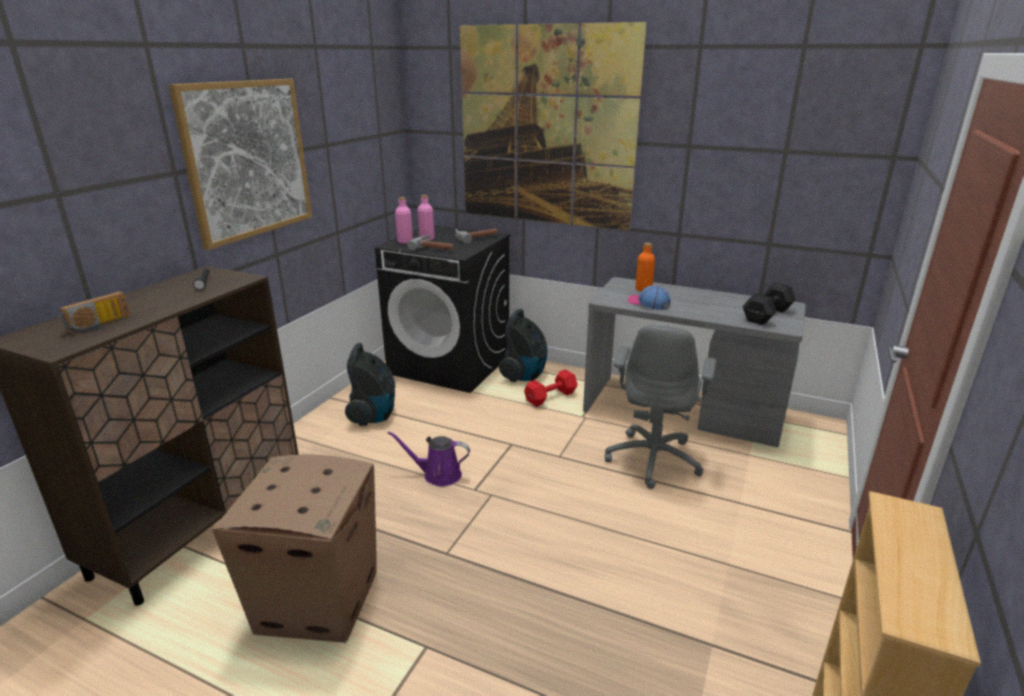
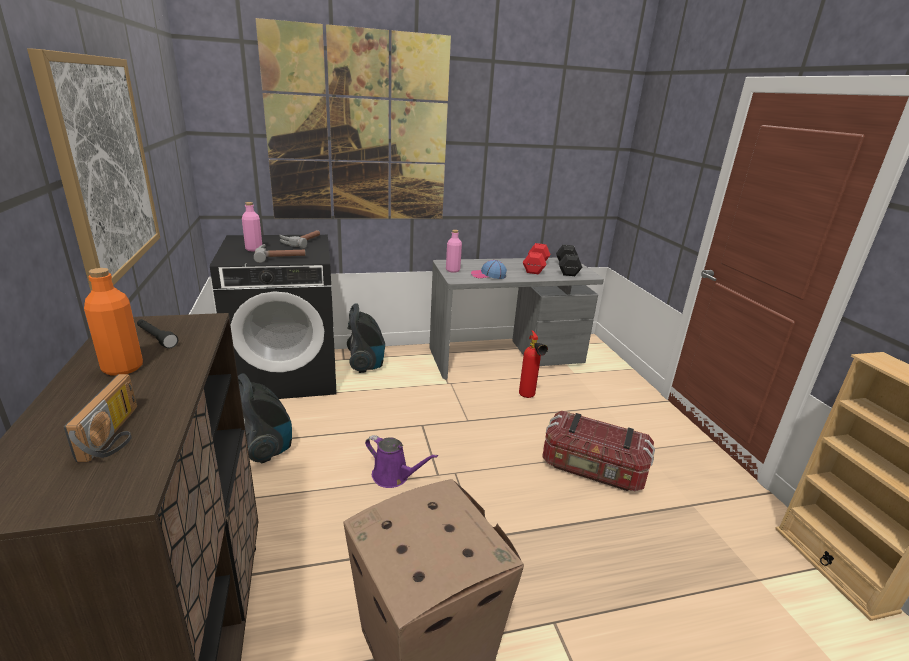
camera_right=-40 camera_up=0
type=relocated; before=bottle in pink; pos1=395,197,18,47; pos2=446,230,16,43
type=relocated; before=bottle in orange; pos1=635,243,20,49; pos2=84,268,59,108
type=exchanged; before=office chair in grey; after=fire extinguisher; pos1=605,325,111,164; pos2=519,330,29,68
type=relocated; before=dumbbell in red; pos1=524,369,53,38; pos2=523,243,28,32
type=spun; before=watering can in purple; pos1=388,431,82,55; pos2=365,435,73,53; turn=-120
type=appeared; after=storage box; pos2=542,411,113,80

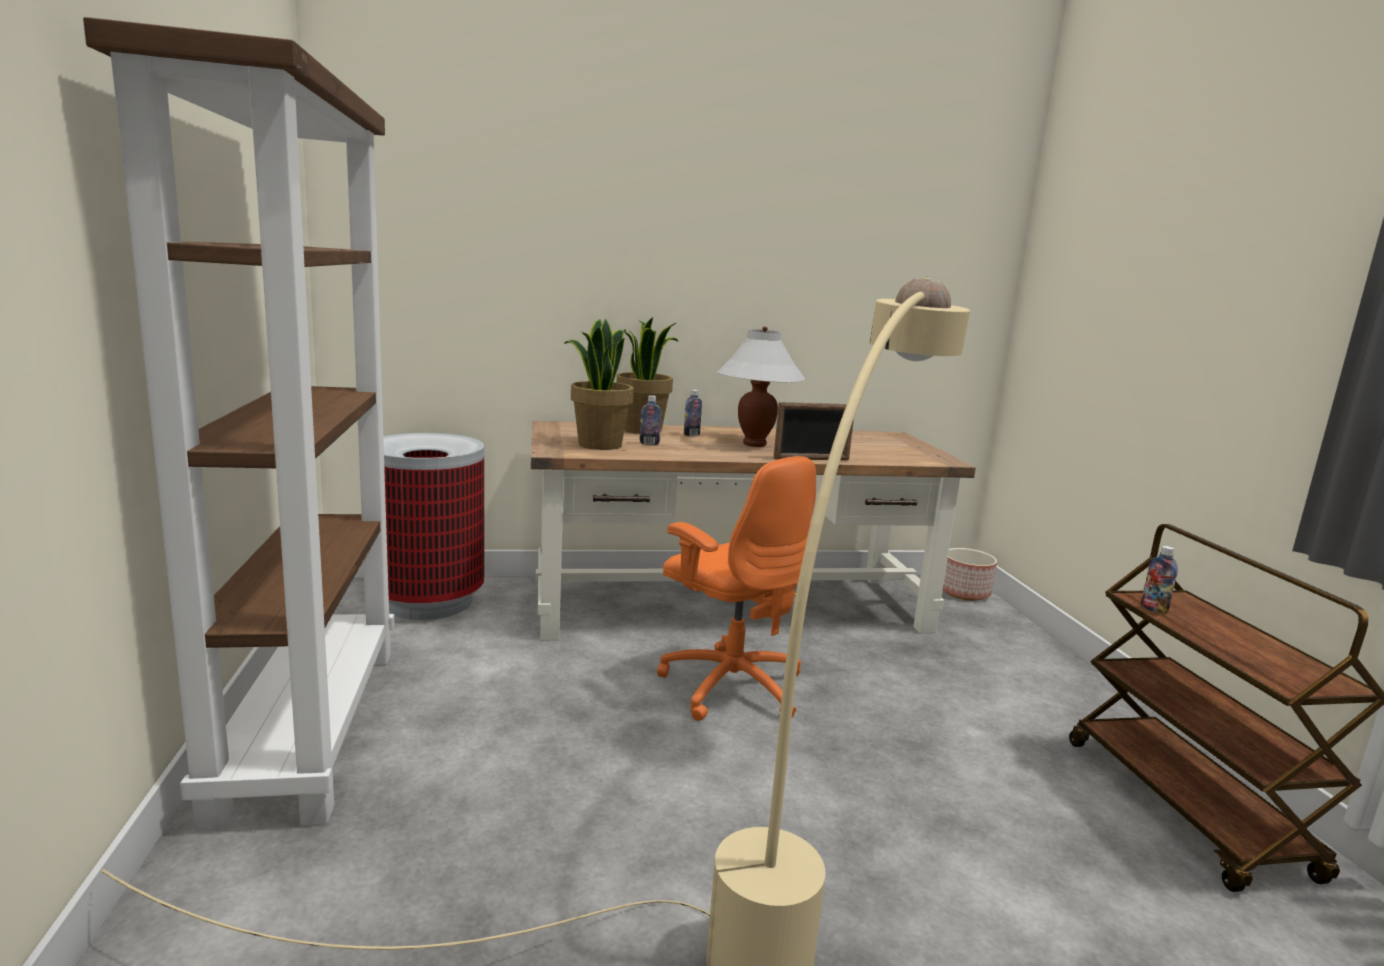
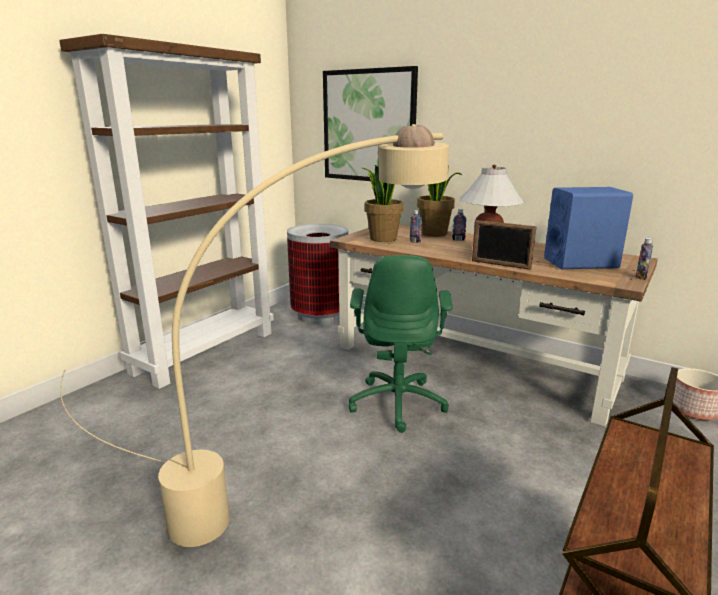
camera_right=45 camera_up=5
type=colour; before=office chair in orange; after=office chair in green; pos1=657,456,159,265; pos2=349,255,103,178
type=relocated; before=bottle; pos1=1141,546,37,68; pos2=636,238,17,42
type=appeared; after=picture; pos2=323,66,95,115
type=appeared; after=speaker in blue; pos2=544,187,89,82

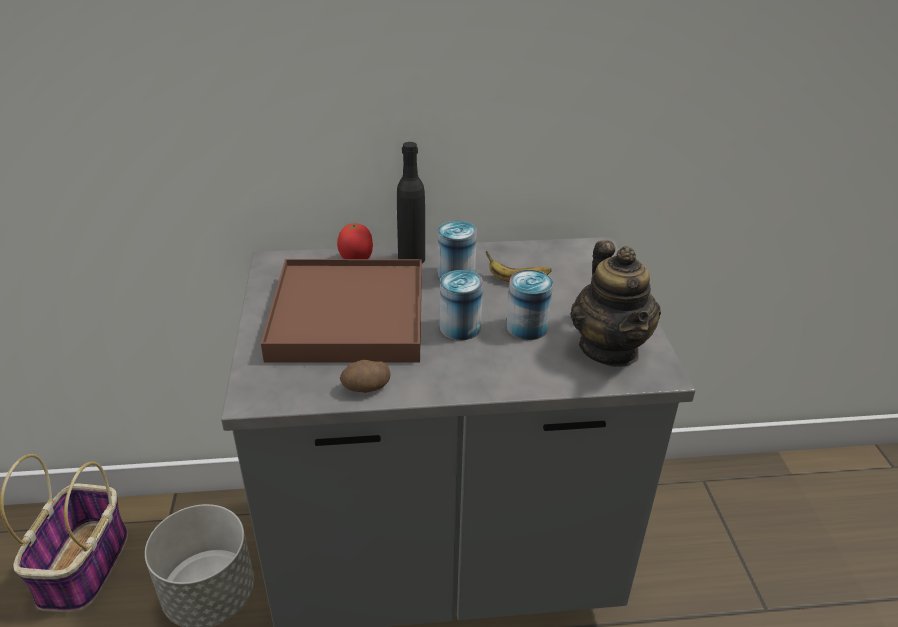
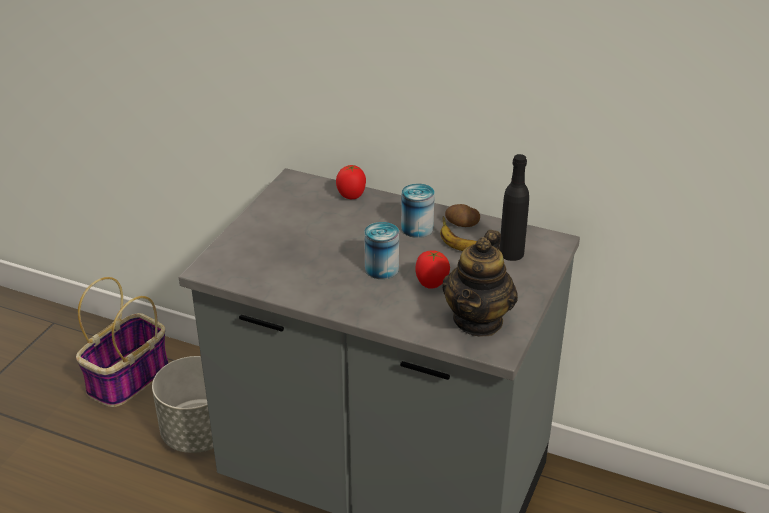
camera_right=30 camera_up=0
type=relocated; before=bottle in black; pos1=397,142,28,121; pos2=500,154,29,107
type=missing; before=tray in brown; pos1=261,259,161,104
type=exchanged; before=can; after=tomato; pos1=506,270,47,70; pos2=416,250,34,39
type=relocated; before=potato; pos1=340,360,51,33; pos2=445,204,35,23

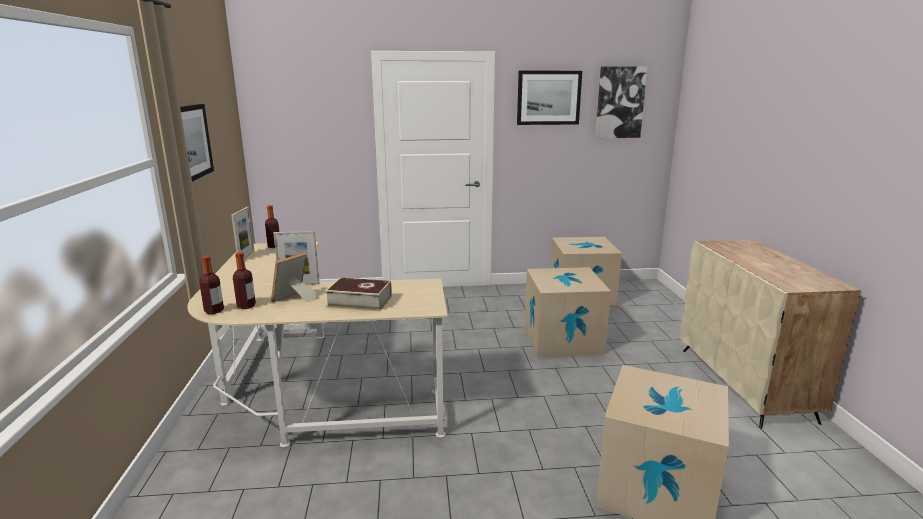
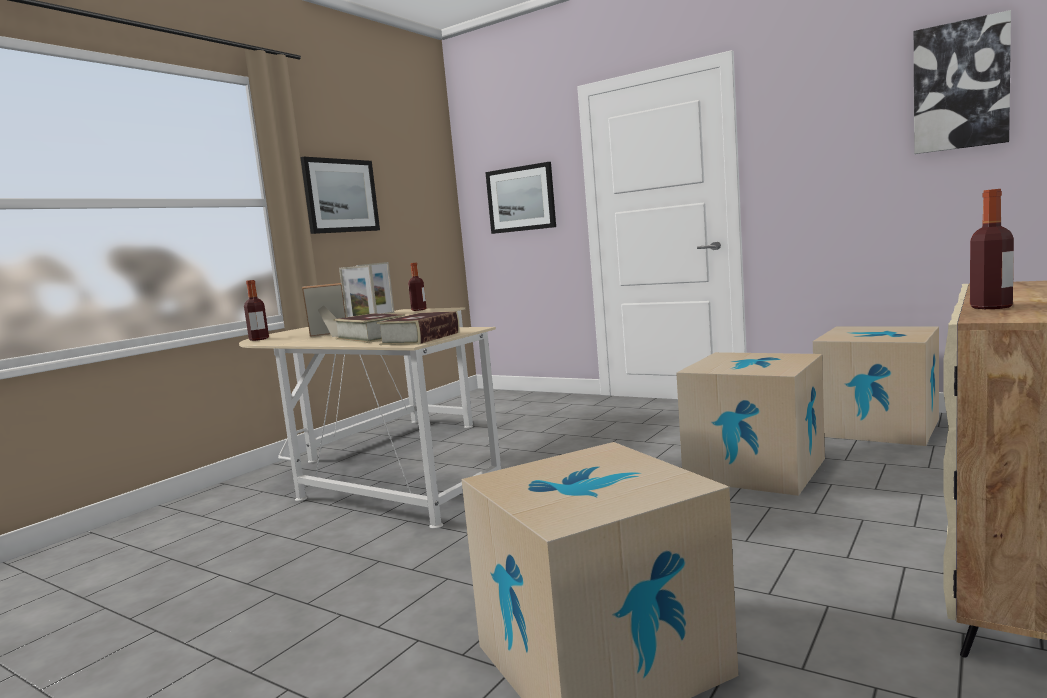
camera_right=40 camera_up=-10
type=relocated; before=picture; pos1=517,71,65,54; pos2=485,162,71,72
type=relocated; before=bottle; pos1=233,252,23,57; pos2=970,189,44,120
type=appeared; after=book; pos2=377,311,83,34

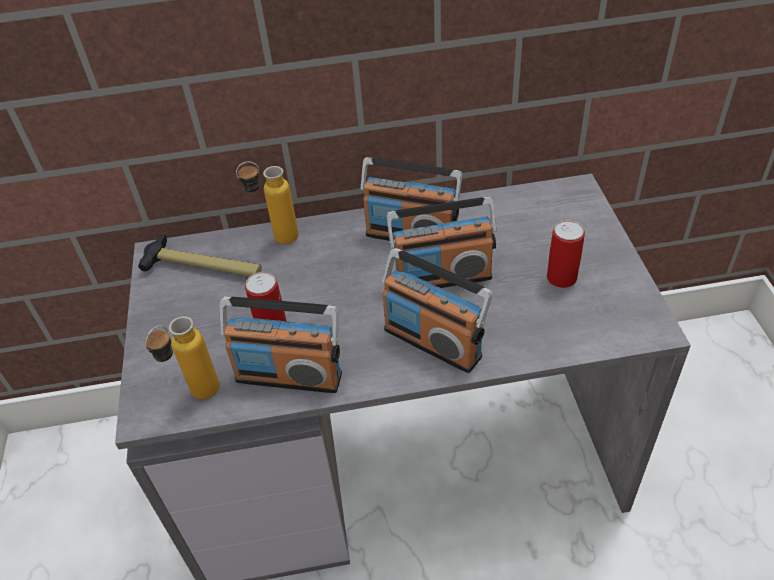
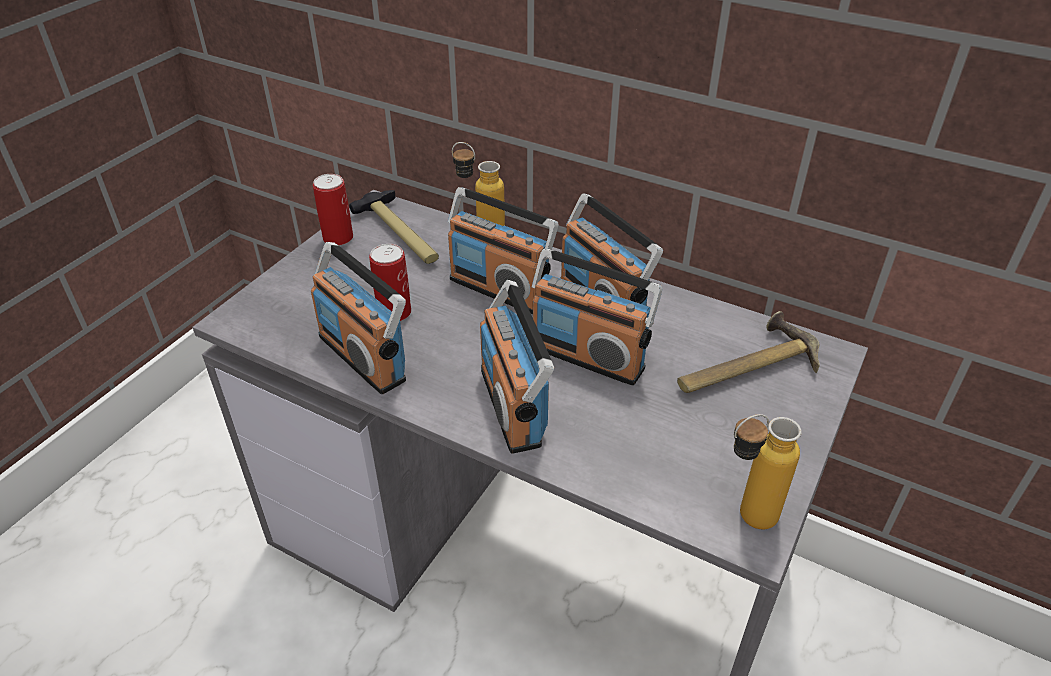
camera_right=35 camera_up=-5
type=relocated; before=can; pos1=547,220,38,68; pos2=313,174,40,72
type=relocated; before=bottle; pos1=145,316,75,84; pos2=734,414,68,115
type=appeared; after=radio; pos2=448,187,110,128
type=appeared; after=hammer; pos2=677,311,143,82

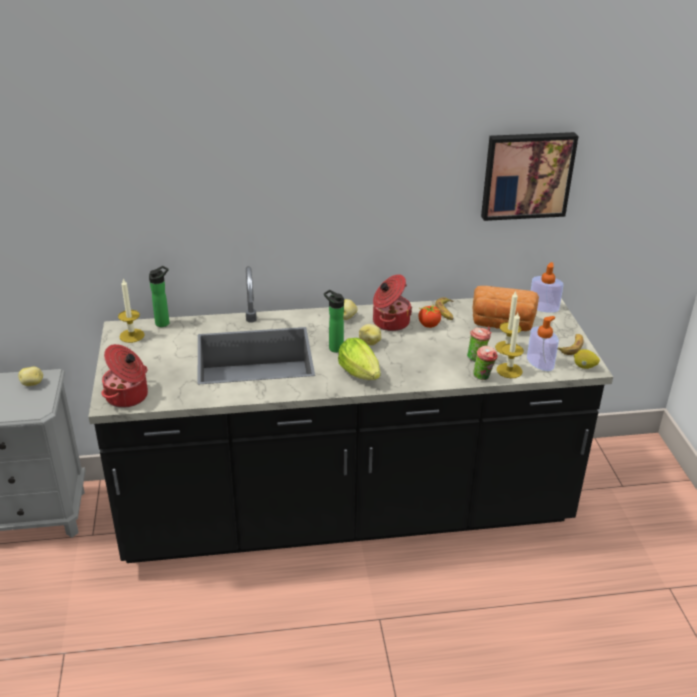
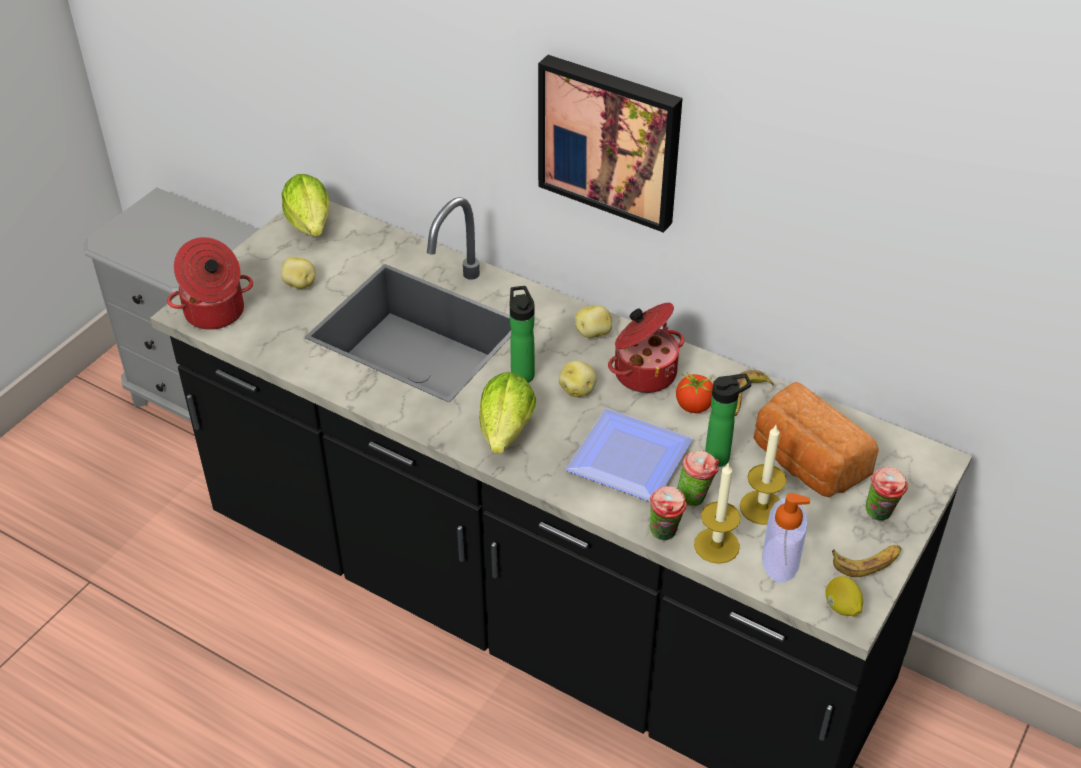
camera_right=40 camera_up=10
type=relocated; before=picture; pos1=481,132,98,89; pos2=538,55,145,178
type=missing; before=soap dispenser; pos1=531,262,32,51
type=relocated; before=bottle; pos1=149,266,20,61; pos2=705,373,46,94
type=exchanged; before=candle; after=lettuce; pos1=118,279,27,64; pos2=281,174,49,63
type=relocated; before=potato; pos1=18,367,25,19; pos2=281,257,34,32
type=appeared; after=plate; pos2=566,408,126,94
type=appeared; after=cup; pos2=865,467,43,54

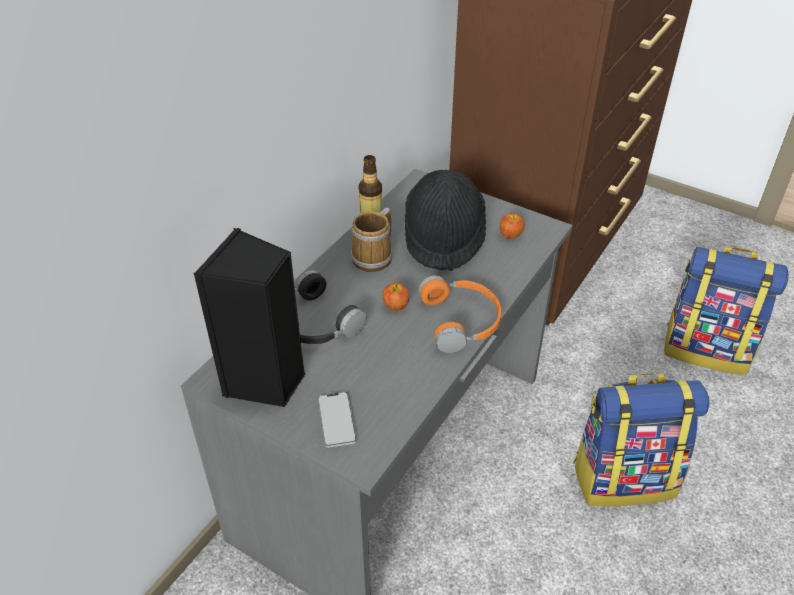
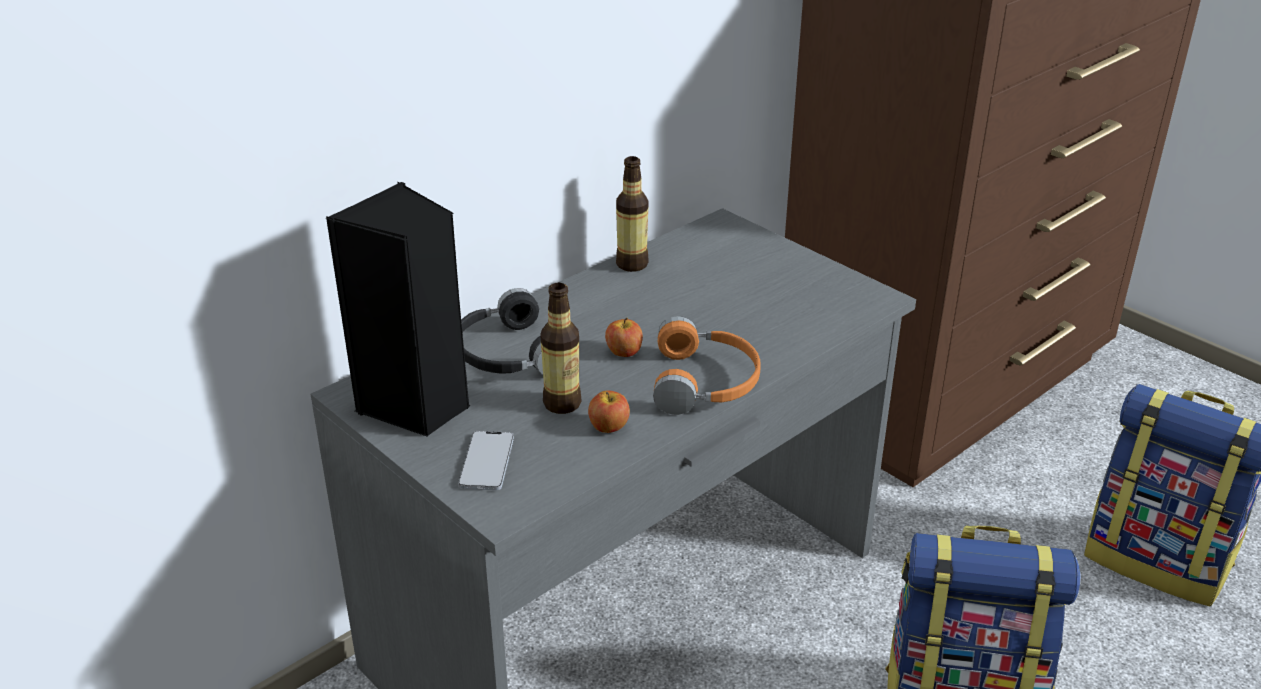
camera_right=15 camera_up=-10
type=missing; before=hat in black; pos1=405,169,81,102
type=missing; before=mug; pos1=351,208,41,64
type=relocated; before=apple; pos1=500,213,25,26; pos2=588,390,42,43
type=appeared; after=bottle; pos2=540,283,42,131

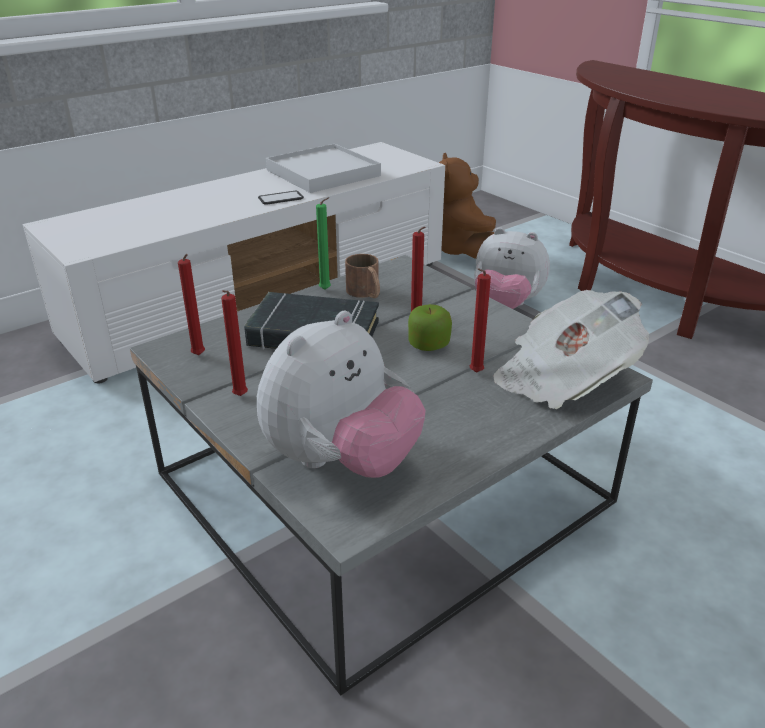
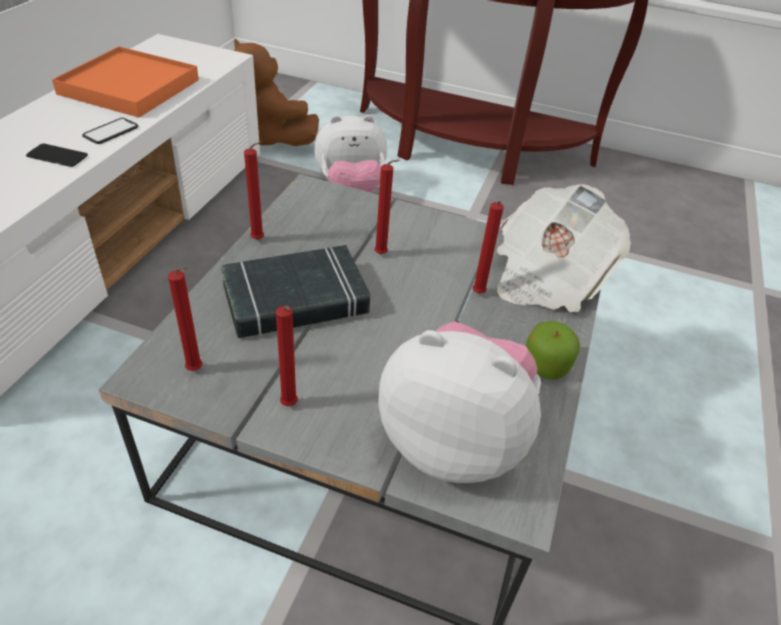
camera_right=-35 camera_up=10
type=colour; before=tray in white; after=tray in orange; pos1=266,144,115,49; pos2=52,46,147,72
type=colour; before=candle in green; after=candle in red; pos1=316,197,15,93; pos2=244,141,20,99
type=missing; before=mug in brown; pos1=345,254,35,44
type=relocated; before=apple; pos1=408,304,44,47; pos2=526,321,54,58
type=spun; before=plush toy; pos1=257,311,169,167; pos2=378,321,163,162; turn=-75
type=appeared; after=phone; pos2=26,144,62,23

